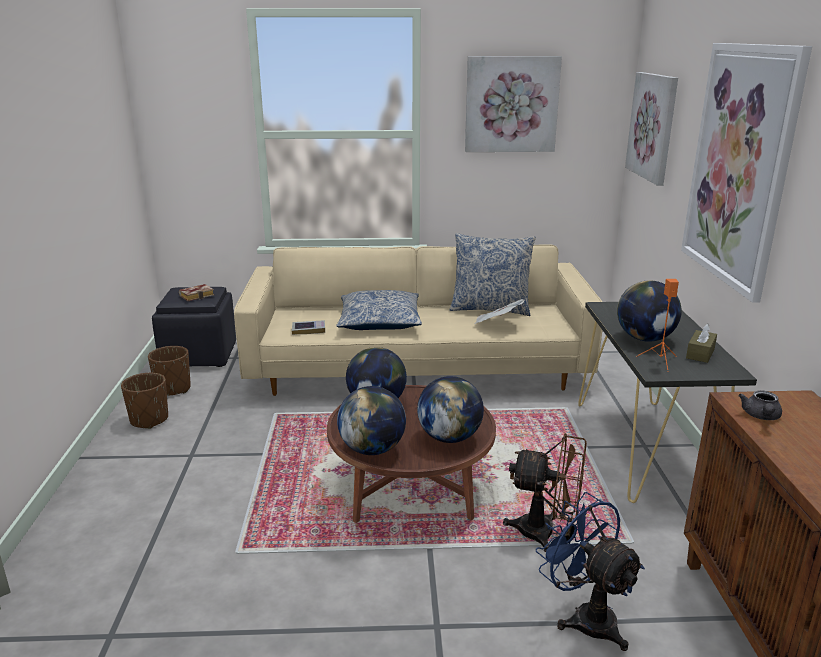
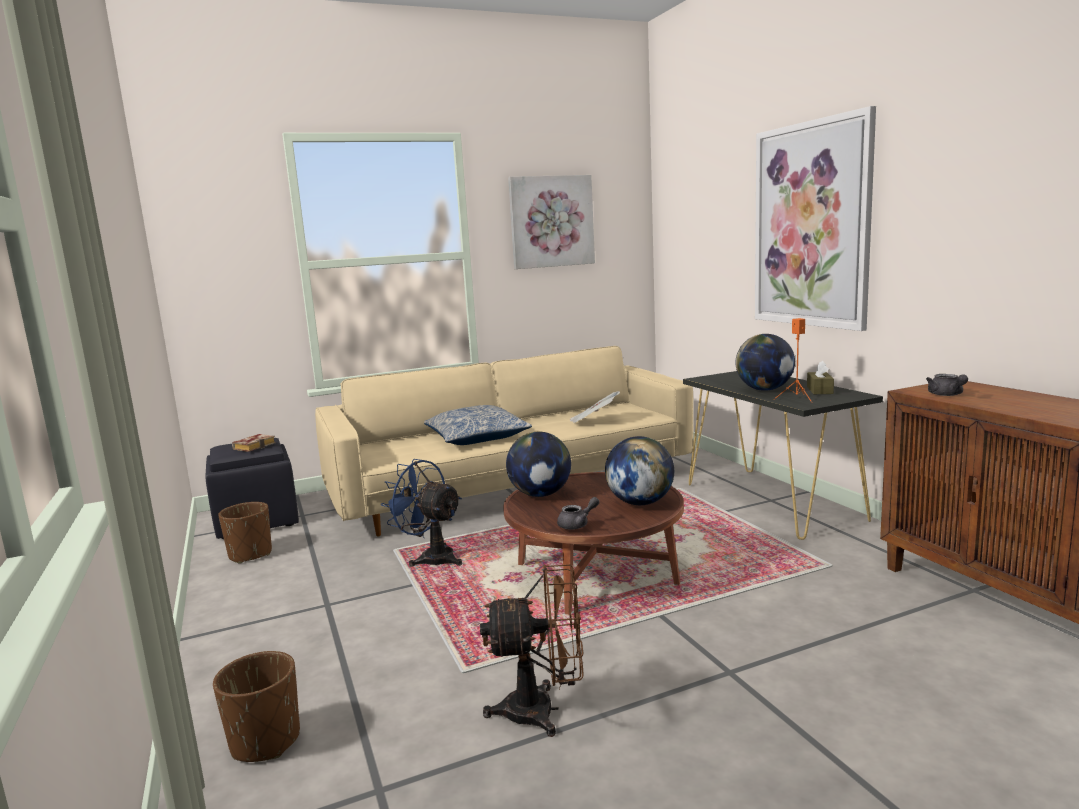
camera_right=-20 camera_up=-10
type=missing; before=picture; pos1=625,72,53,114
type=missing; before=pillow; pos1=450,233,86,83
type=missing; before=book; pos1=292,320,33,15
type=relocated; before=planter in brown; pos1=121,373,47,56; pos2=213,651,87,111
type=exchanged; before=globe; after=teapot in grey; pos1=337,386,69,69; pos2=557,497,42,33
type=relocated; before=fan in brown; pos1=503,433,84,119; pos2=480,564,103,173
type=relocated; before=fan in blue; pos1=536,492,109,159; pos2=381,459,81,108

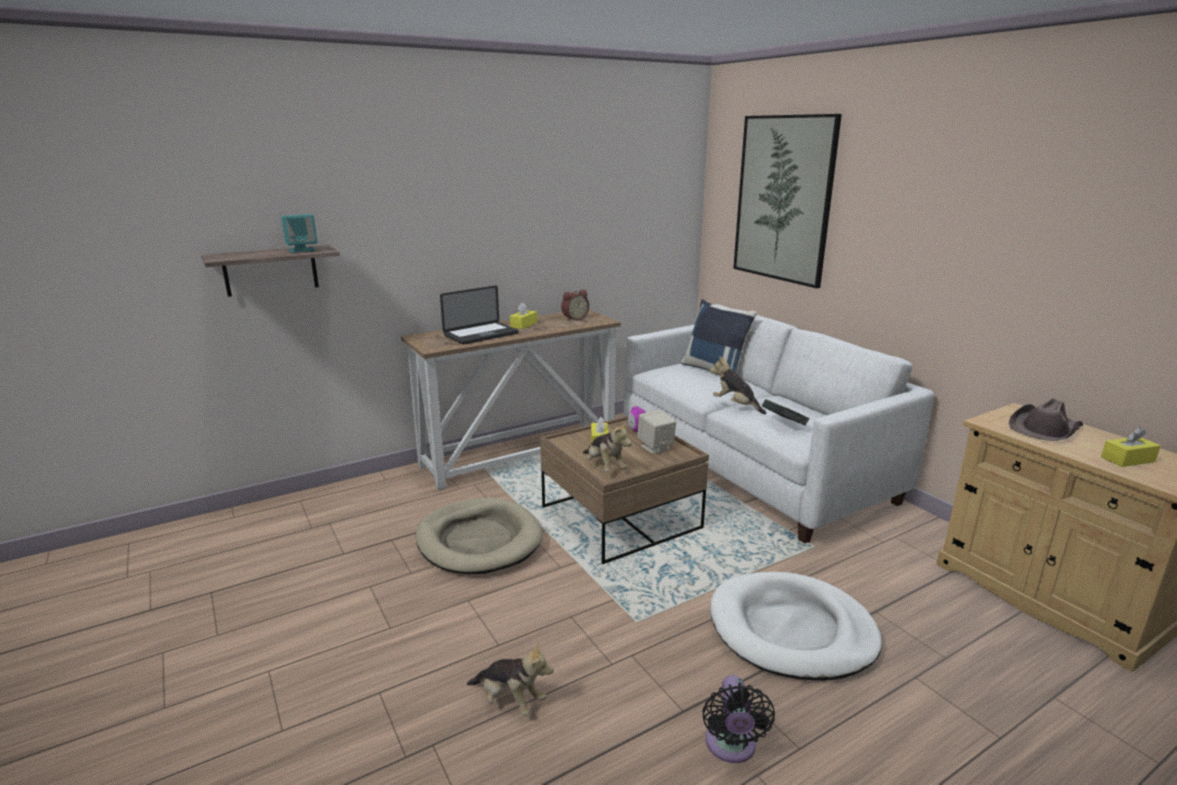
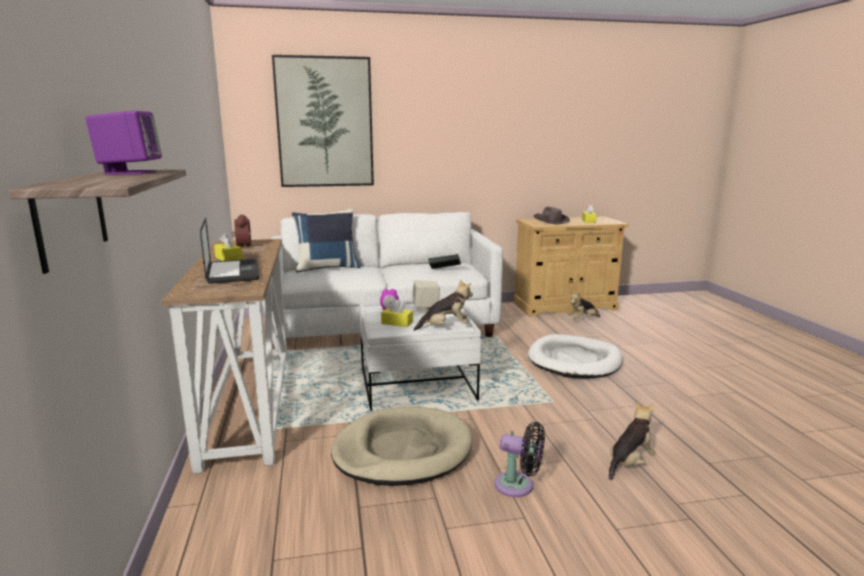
camera_right=-70 camera_up=-5
type=colour; before=speaker in turquoise; after=speaker in purple; pos1=281,214,37,39; pos2=85,111,77,64
type=relocated; before=plush toy; pos1=710,356,56,58; pos2=567,291,33,29
type=colour; before=coffee table in brown; after=coffee table in white; pos1=540,416,169,148; pos2=359,299,122,112
type=relocated; before=fan in black; pos1=702,675,73,88; pos2=494,422,51,75

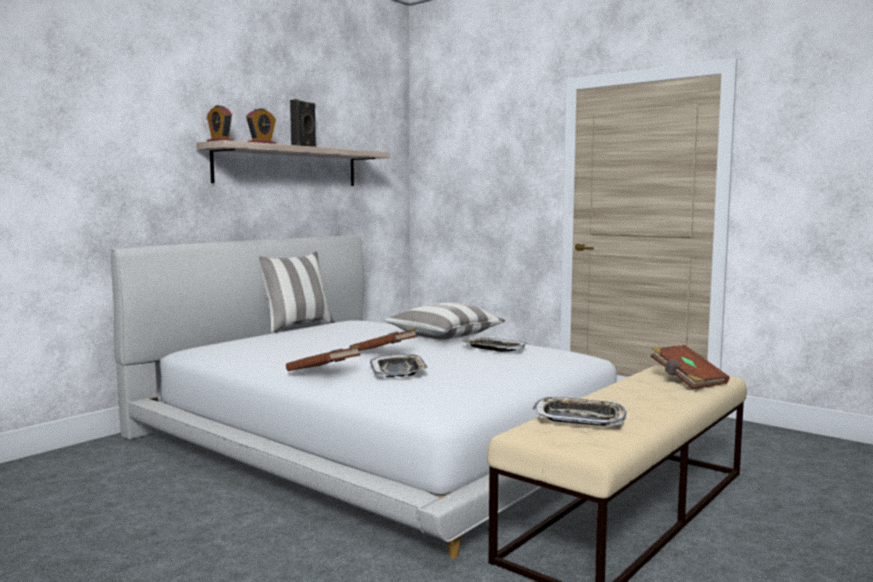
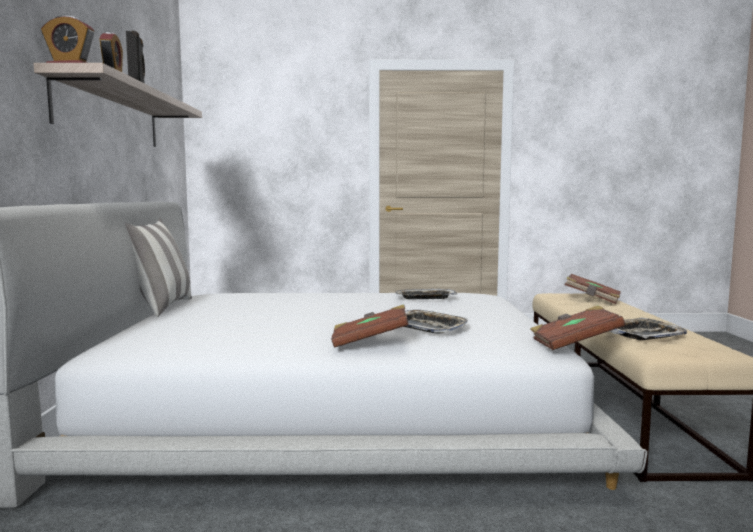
camera_right=-40 camera_up=0
type=missing; before=pillow; pos1=384,302,121,38
type=relocated; before=book in brown; pos1=350,328,68,23; pos2=530,305,95,45

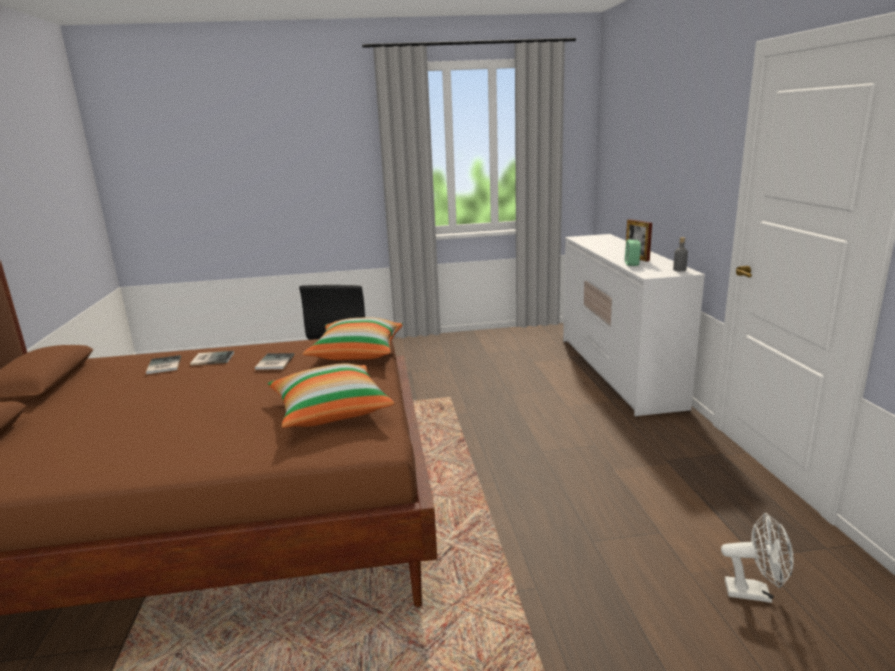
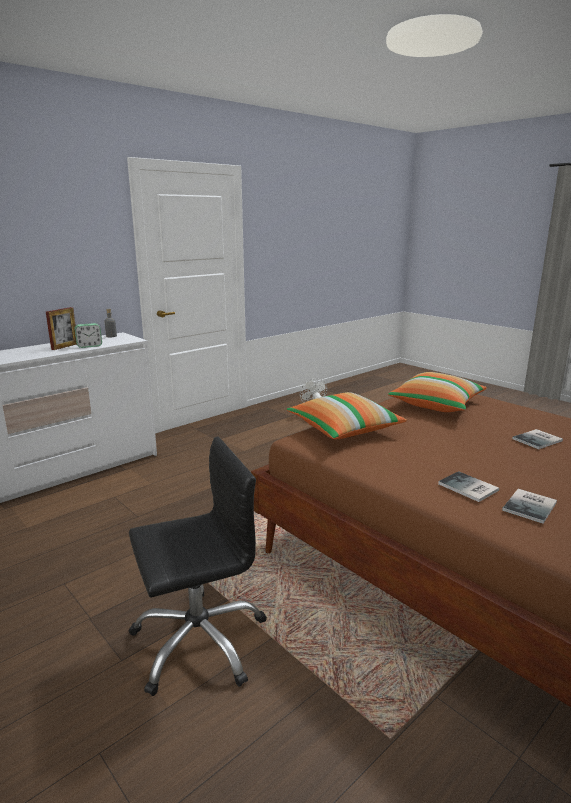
camera_right=-125 camera_up=0
type=relocated; before=book; pos1=255,353,39,17; pos2=512,429,51,20

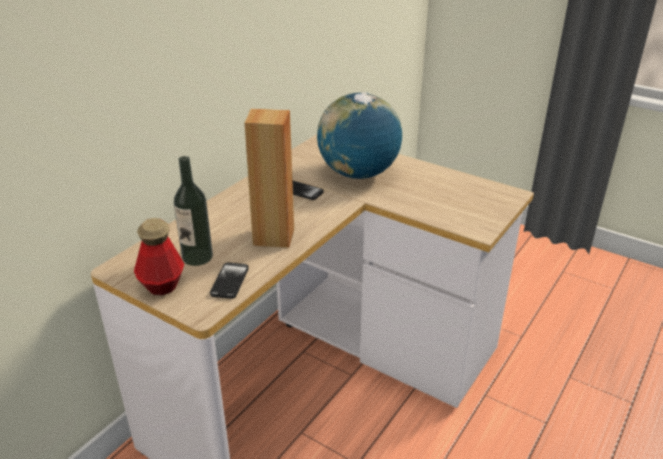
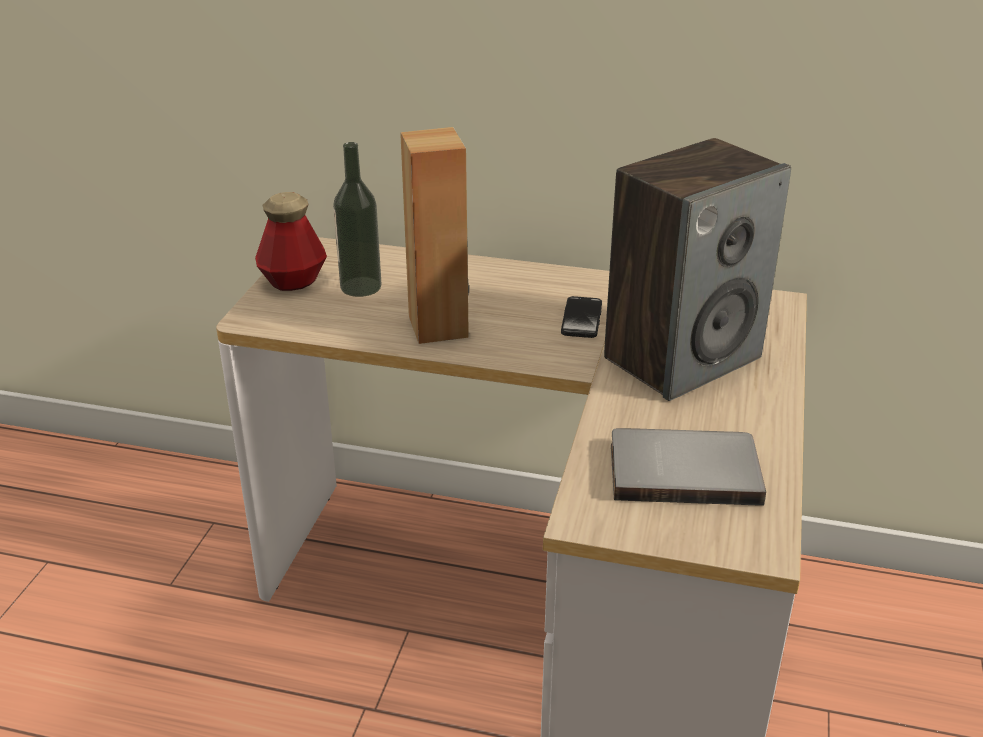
camera_right=70 camera_up=0
type=exchanged; before=globe; after=speaker; pos1=317,92,85,87; pos2=604,138,187,263
type=missing; before=phone; pos1=210,262,39,37
type=appeared; after=book in grey; pos2=611,428,155,78

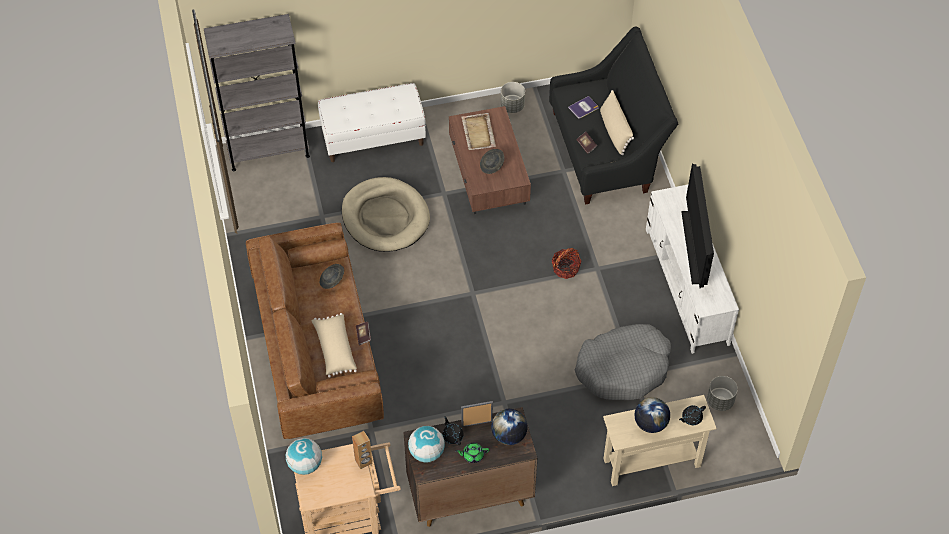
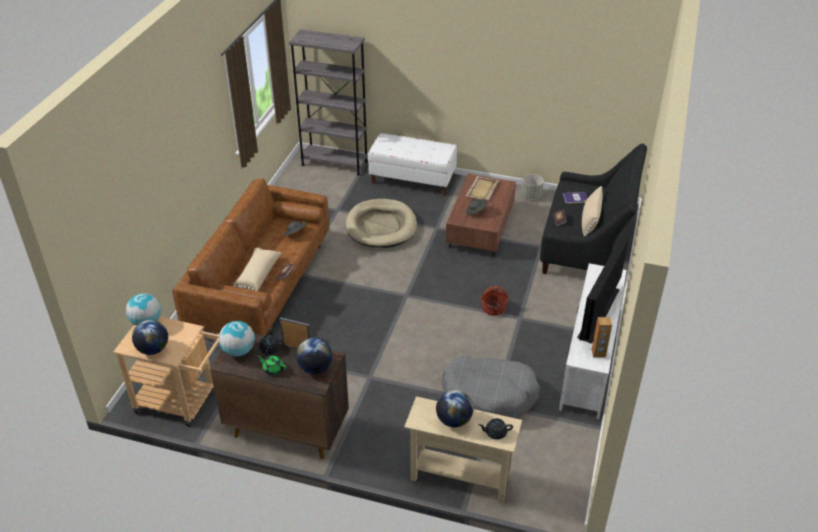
camera_right=30 camera_up=-15
type=missing; before=planter in grey; pos1=707,376,31,35
type=relocated; before=speaker in brown; pos1=352,431,21,38; pos2=592,317,20,41
type=appeared; after=globe; pos2=132,320,36,35

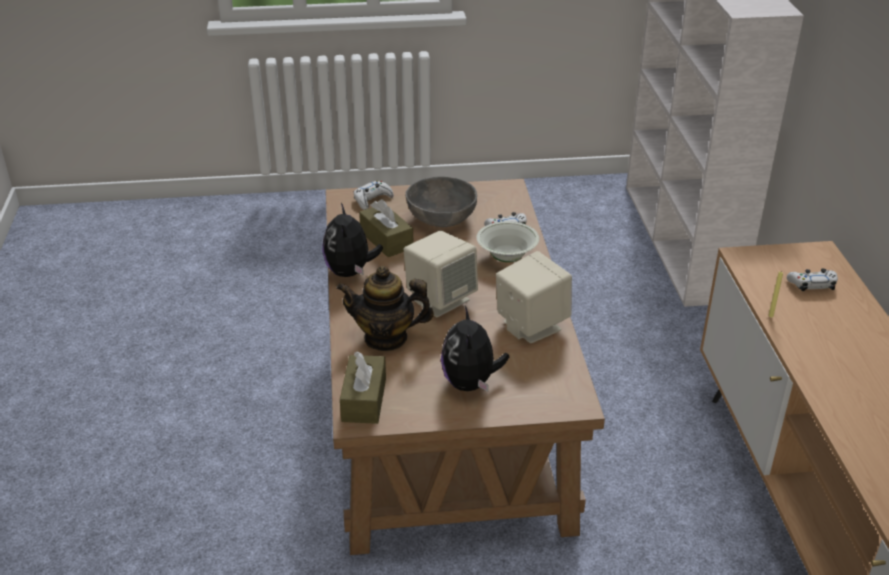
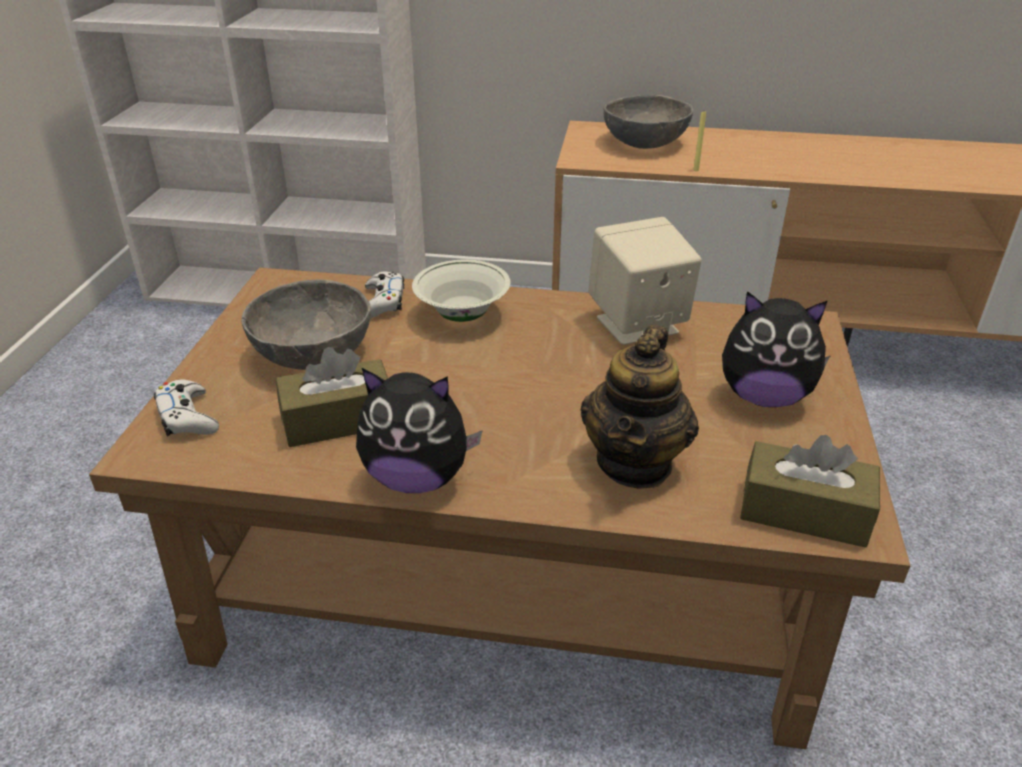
camera_right=-75 camera_up=0
type=missing; before=speaker in beige; pos1=404,231,74,86
type=exchanged; before=game controller in white; after=bowl in grey; pos1=787,268,51,23; pos2=604,95,89,54

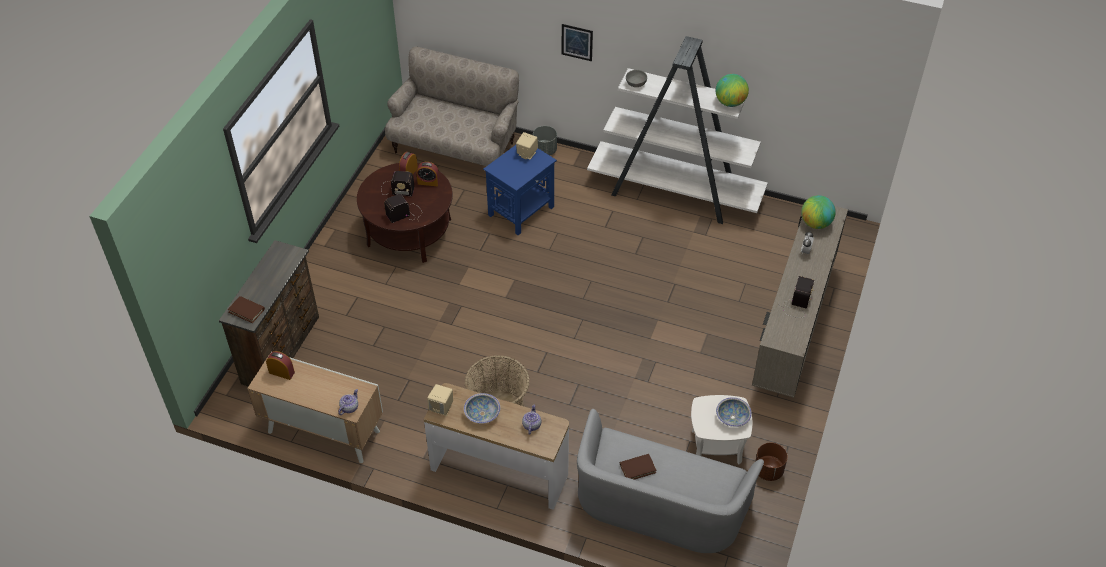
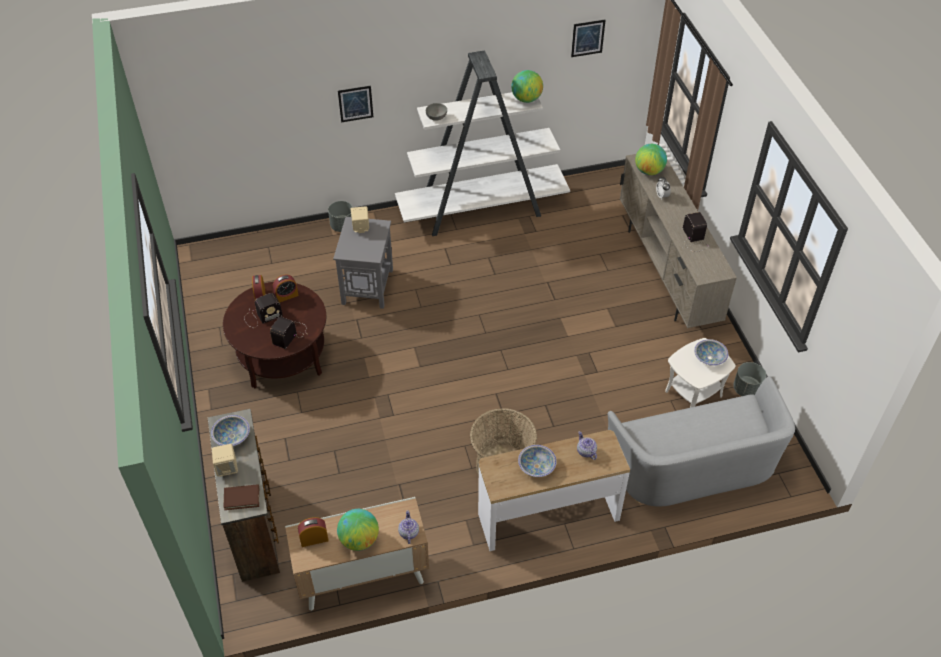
camera_right=-35 camera_up=0
type=missing; before=sofa in beige; pos1=385,47,134,119
type=colour; before=side table in blue; after=side table in grey; pos1=483,145,74,90; pos2=333,217,60,92
type=relocated; before=speaker in beige; pos1=427,384,26,32; pos2=212,444,26,33
type=colour; before=planter in brown; after=planter in grey; pos1=755,443,33,38; pos2=733,362,33,34
type=missing; before=book in brown; pos1=620,454,37,26
type=appeared; after=picture; pos2=571,20,34,37
type=appeared; after=bowl; pos2=211,415,39,31
type=appeared; after=globe; pos2=337,509,42,42

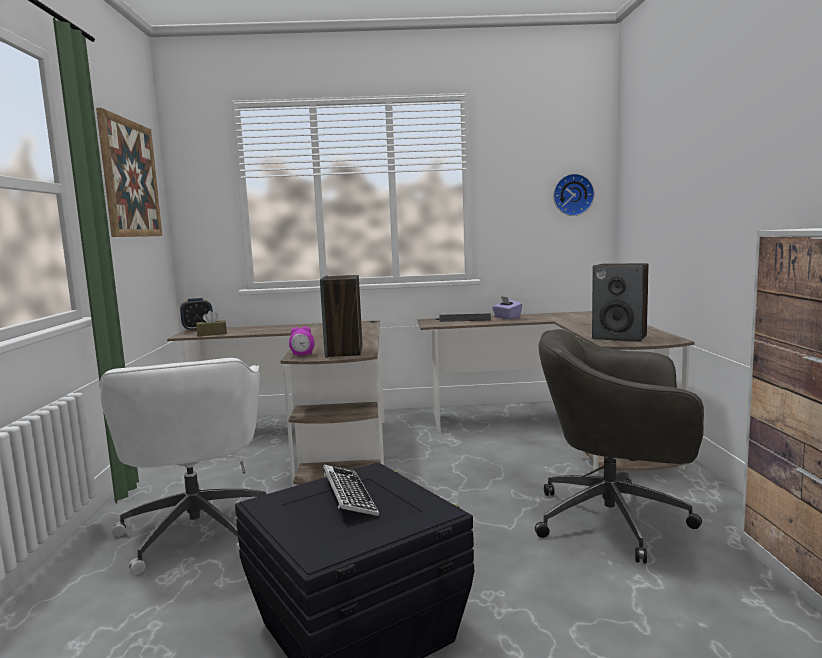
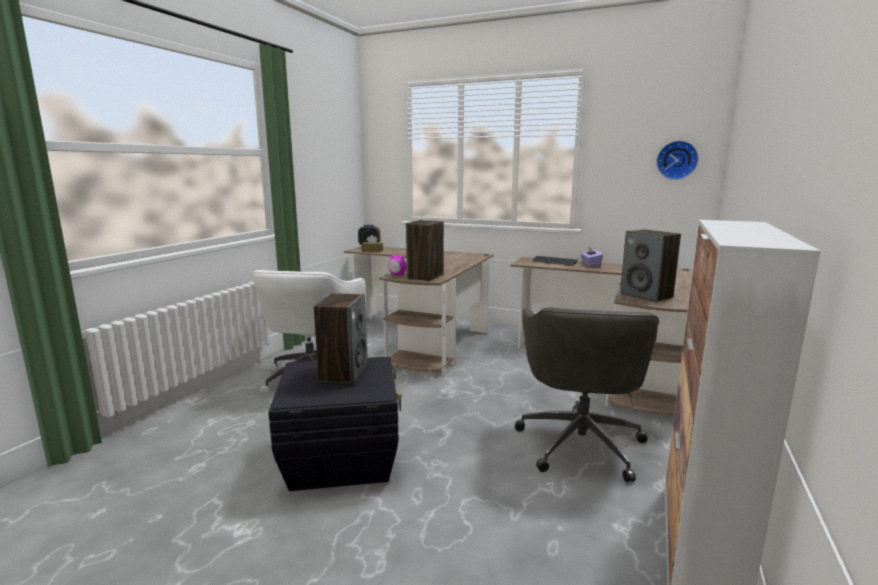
camera_right=25 camera_up=5
type=missing; before=picture; pos1=96,108,66,129
type=spun; before=office chair in grey; pos1=535,329,169,235; pos2=515,308,144,174; turn=-120
type=exchanged; before=keyboard; after=speaker; pos1=323,465,56,51; pos2=314,293,54,92

